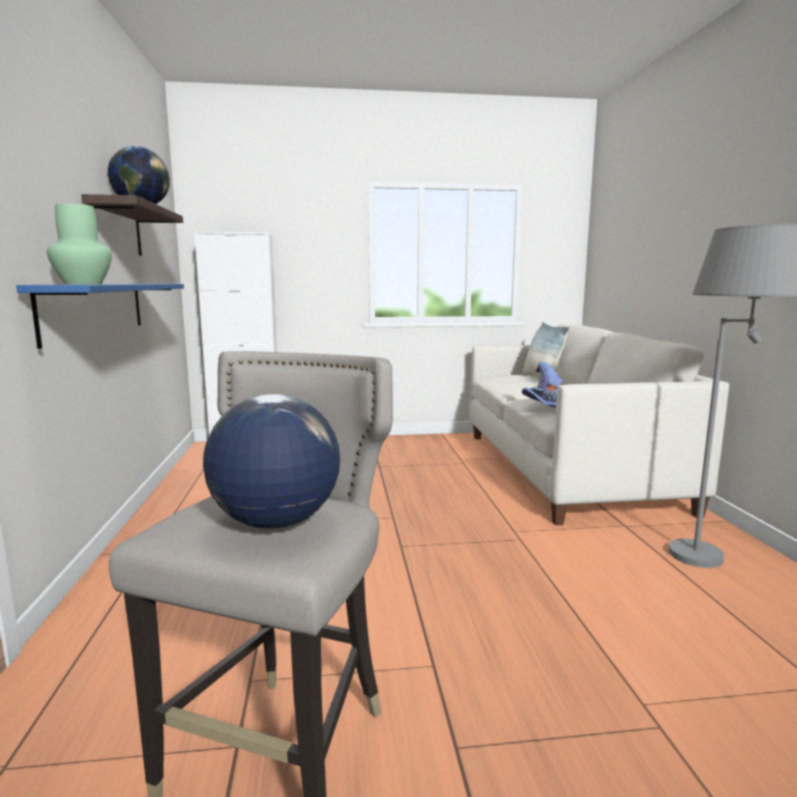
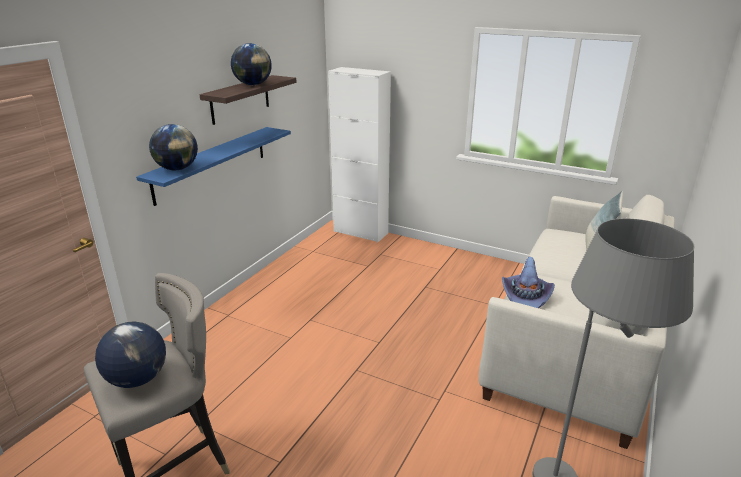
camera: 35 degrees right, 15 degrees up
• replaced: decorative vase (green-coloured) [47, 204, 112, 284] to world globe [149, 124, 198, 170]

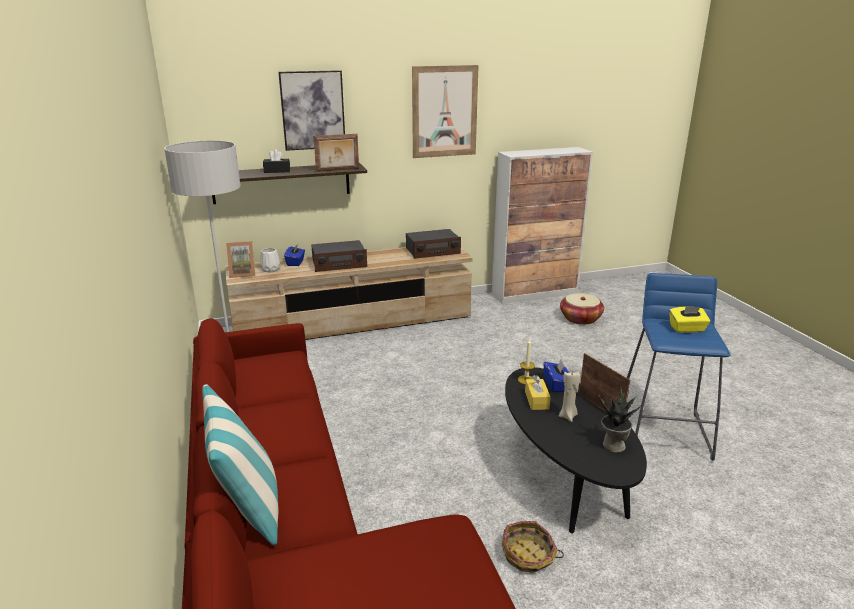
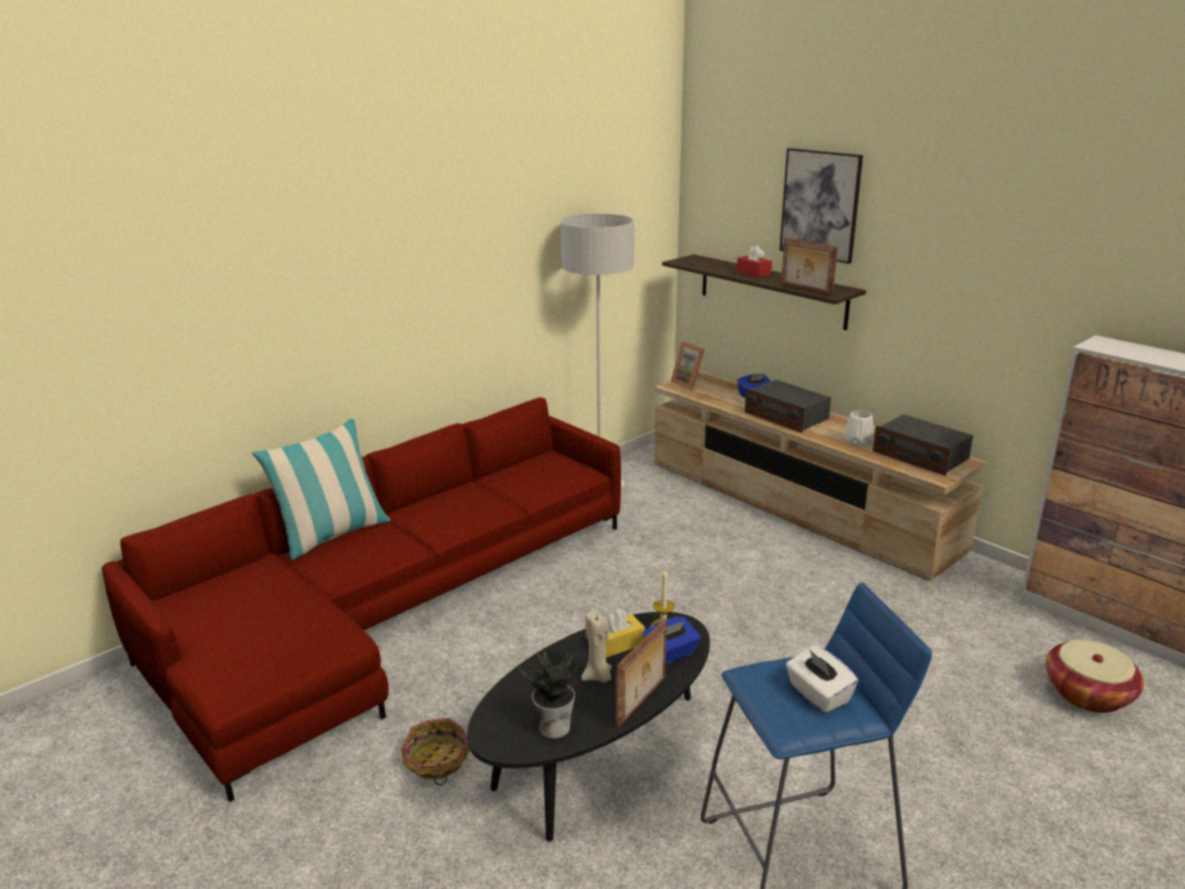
camera: 65 degrees right, 0 degrees up
• removed: wall picture [412, 65, 479, 158]
• recoloured: box of tissues (black-coloured) [263, 149, 290, 173] to box of tissues (red) [737, 245, 772, 278]
• moved: decorative vase (white) [260, 248, 281, 273] to [844, 411, 874, 447]
• recoloured: box of tissues (yellowish) [669, 306, 710, 333] to box of tissues (white) [786, 645, 858, 713]

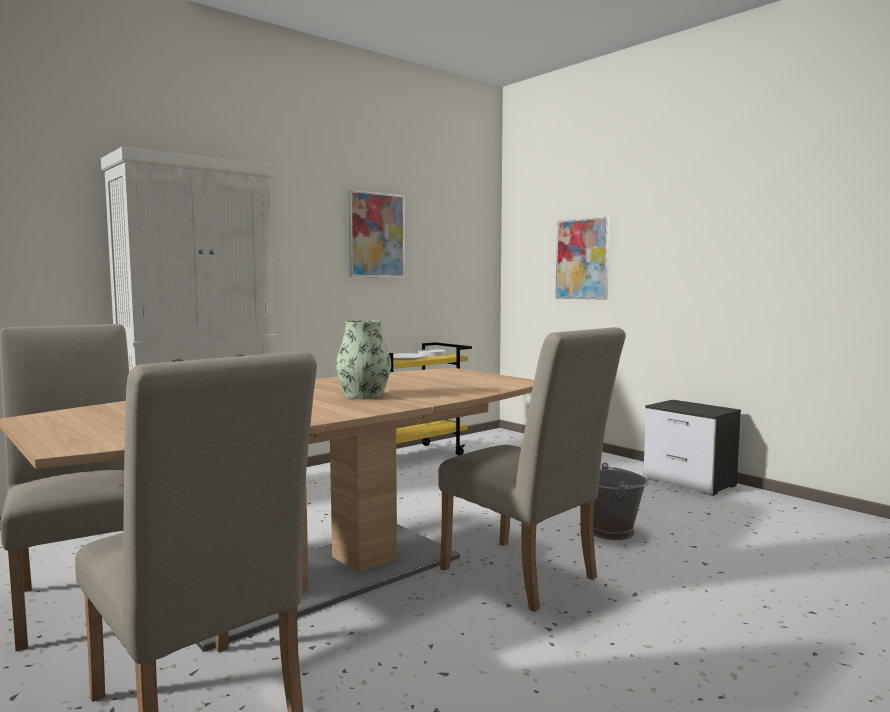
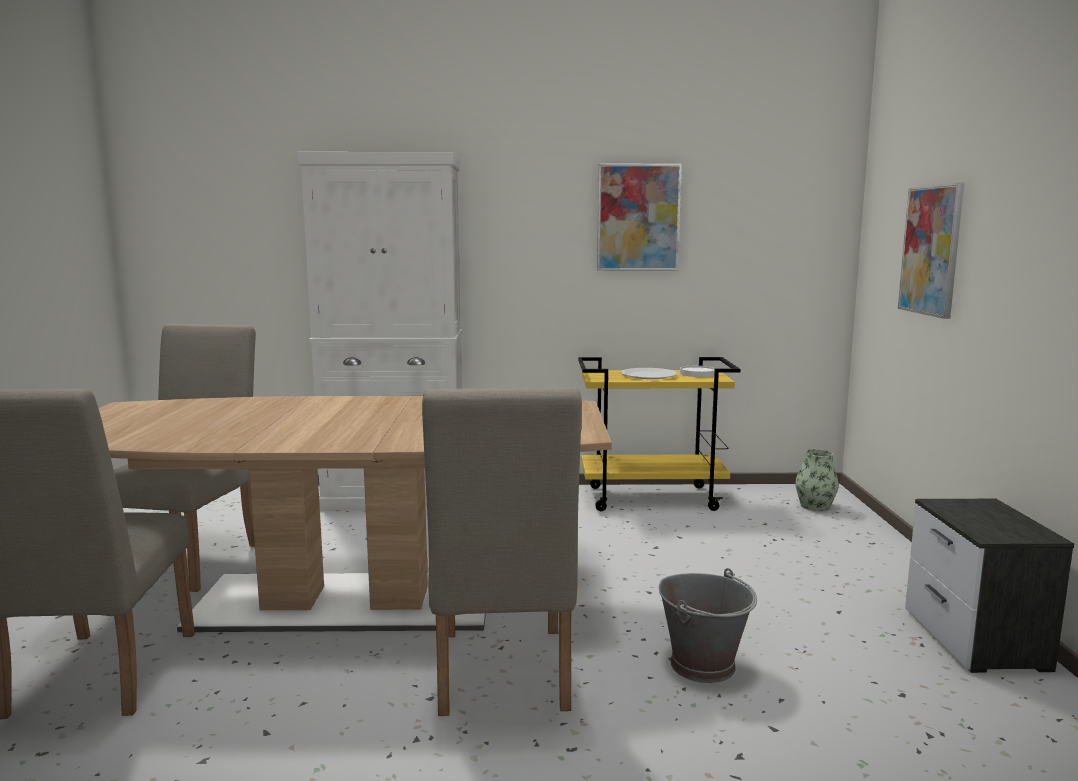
camera: 40 degrees right, 5 degrees up
• moved: decorative vase [336, 320, 391, 399] to [795, 449, 839, 511]

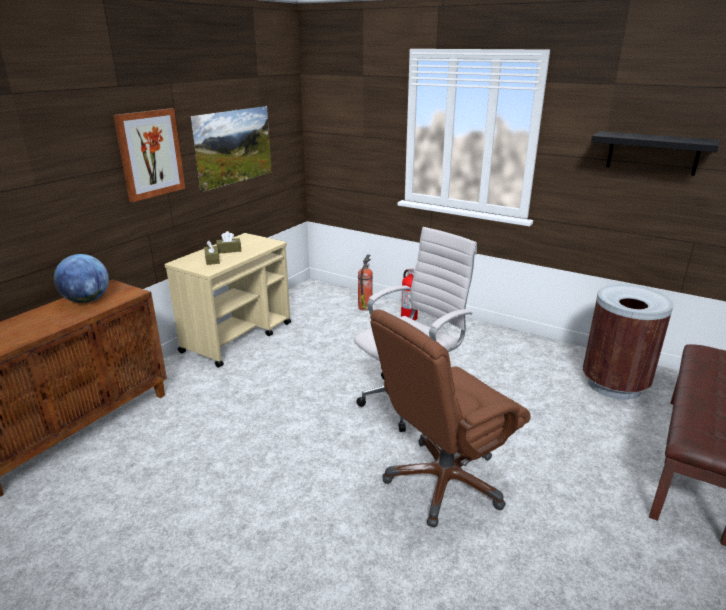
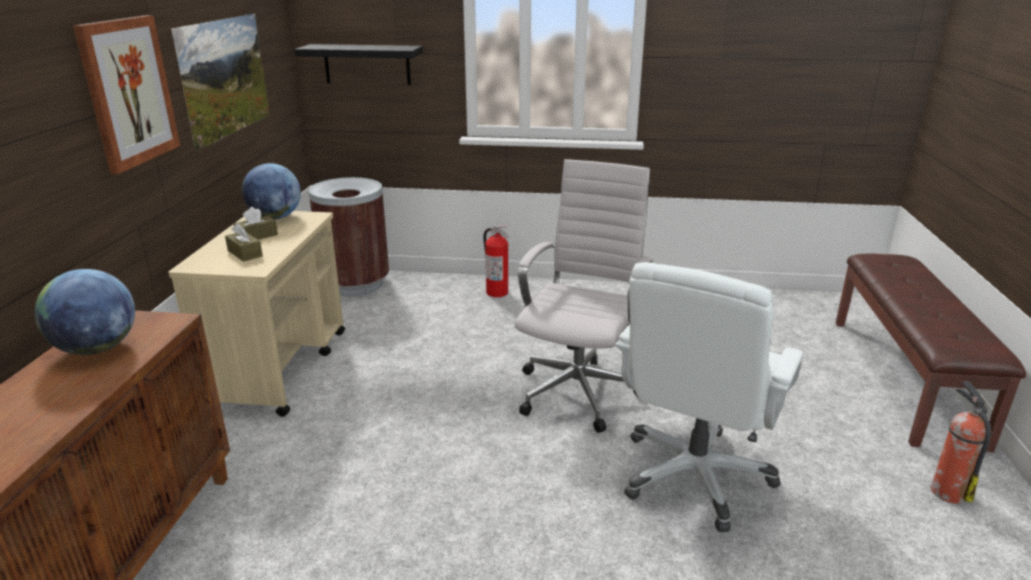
camera: 25 degrees left, 0 degrees up
• moved: bracket shelf (black-coloured) [591, 131, 720, 176] to [294, 44, 423, 85]
• moved: fire-fighting cylinder [358, 254, 373, 311] to [931, 381, 991, 504]
• moved: rubbish bin (brownish) [583, 285, 674, 400] to [309, 177, 389, 296]
• recoloured: computer chair (brownish) [370, 310, 531, 527] to computer chair (white) [615, 262, 804, 532]
• added: world globe [242, 163, 301, 219]

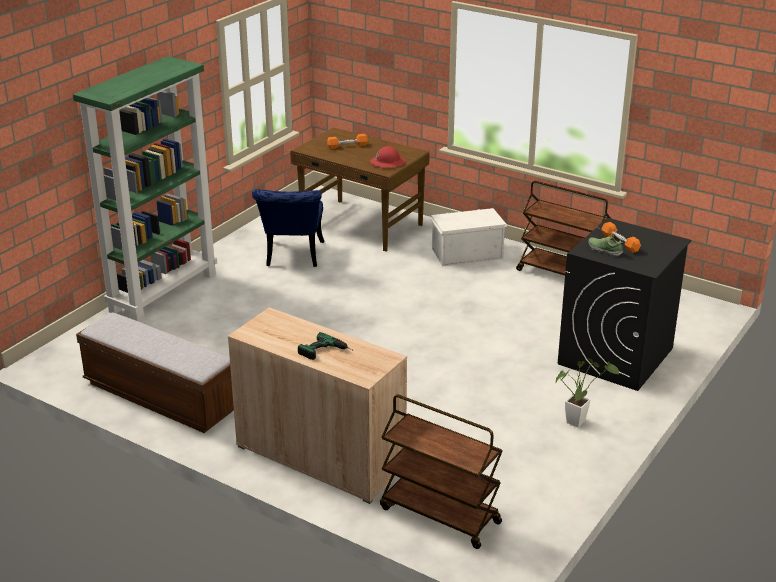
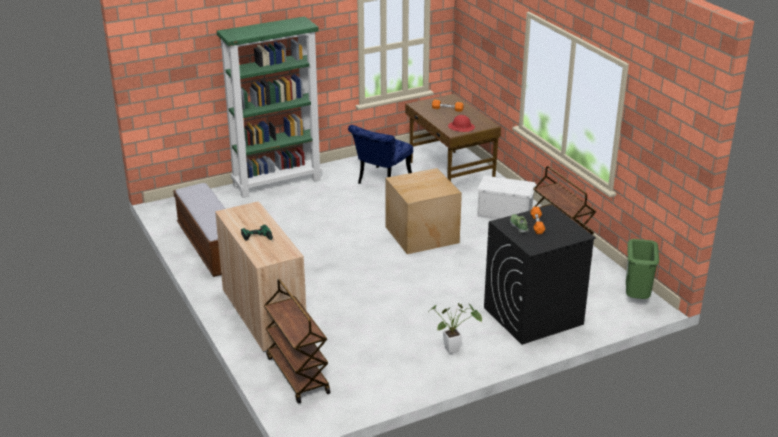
camera: 30 degrees right, 0 degrees up
• added: cardboard box [385, 168, 462, 254]
• added: rubbish bin (green-coloured) [626, 239, 659, 299]

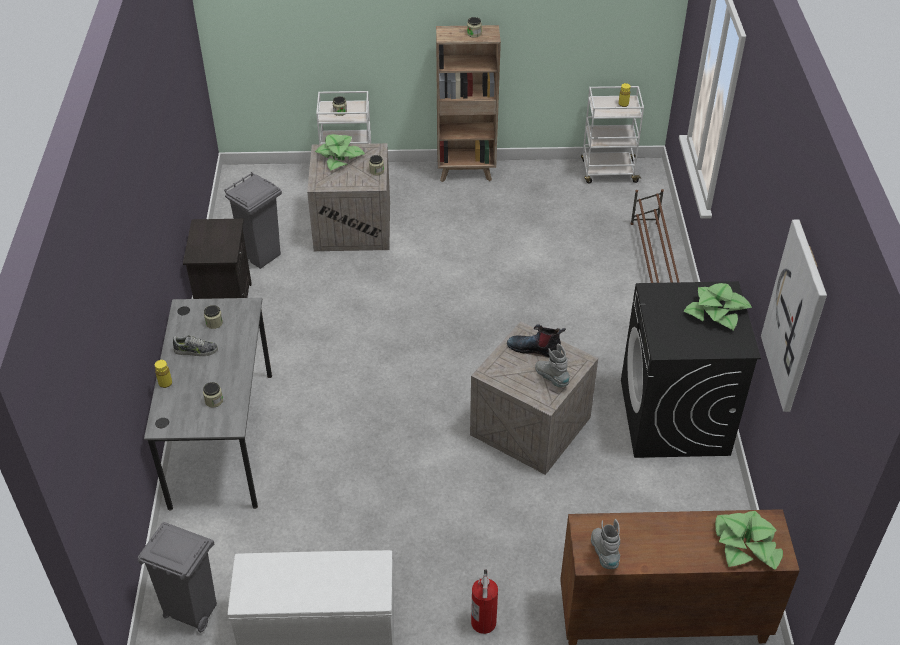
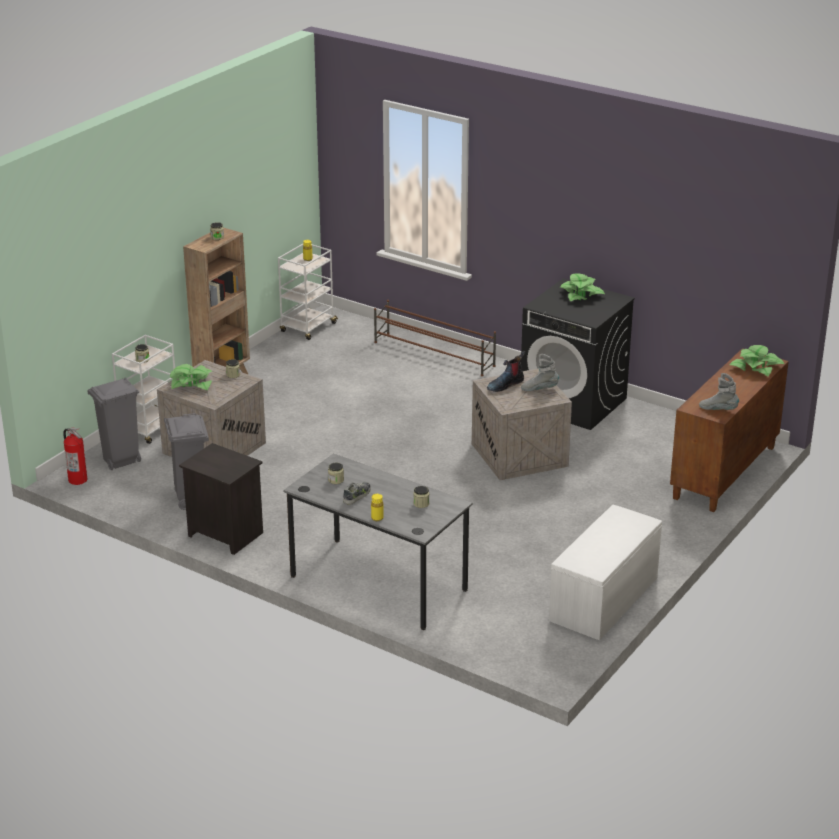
camera: 55 degrees left, 15 degrees down
• removed: wall picture [761, 219, 827, 412]
• moved: rubbish bin (gray) [138, 522, 217, 633] to [87, 378, 141, 470]
• moved: fire-fighting cylinder [471, 569, 498, 634] to [63, 428, 87, 485]

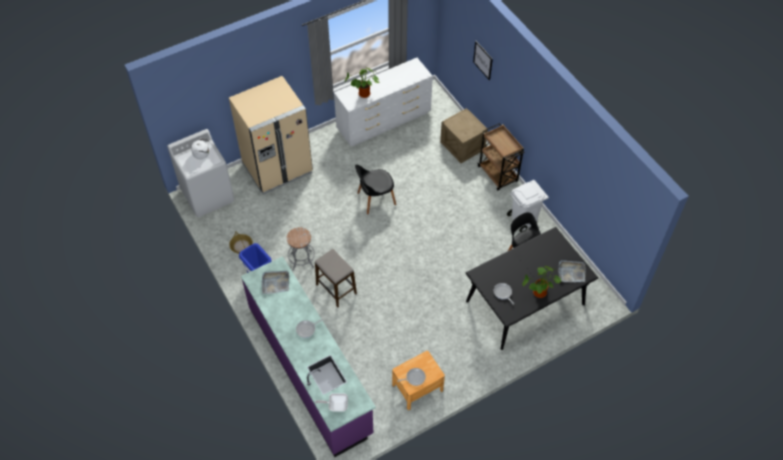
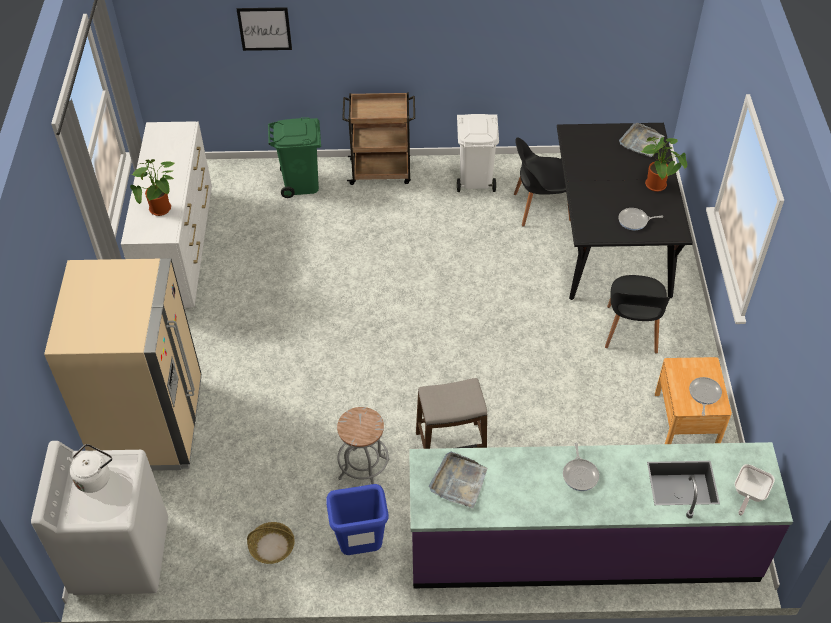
camera: 60 degrees left, 5 degrees down
• replaced: shipping crate [440, 108, 488, 163] to rubbish bin (green-coloured) [268, 117, 321, 198]
• moved: chair (black-coloured) [355, 165, 396, 214] to [605, 275, 670, 354]

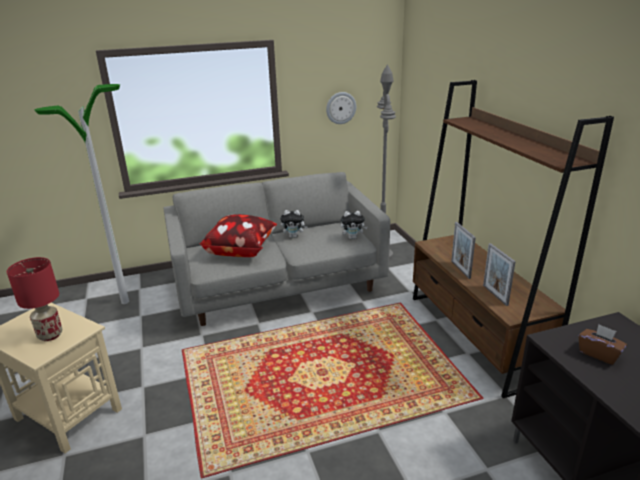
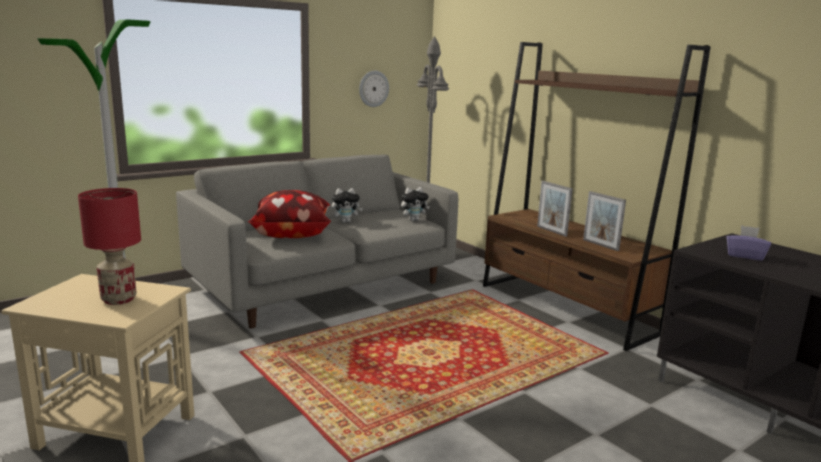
camera: 20 degrees left, 10 degrees down
• recoloured: box of tissues (brownish) [579, 324, 627, 365] to box of tissues (purplish) [726, 225, 771, 260]

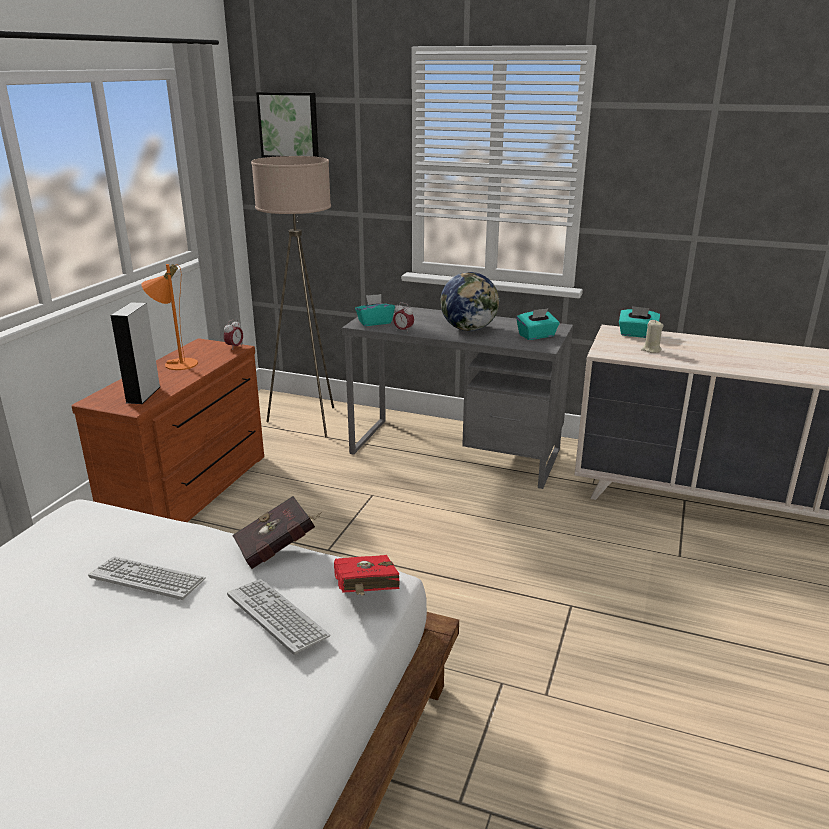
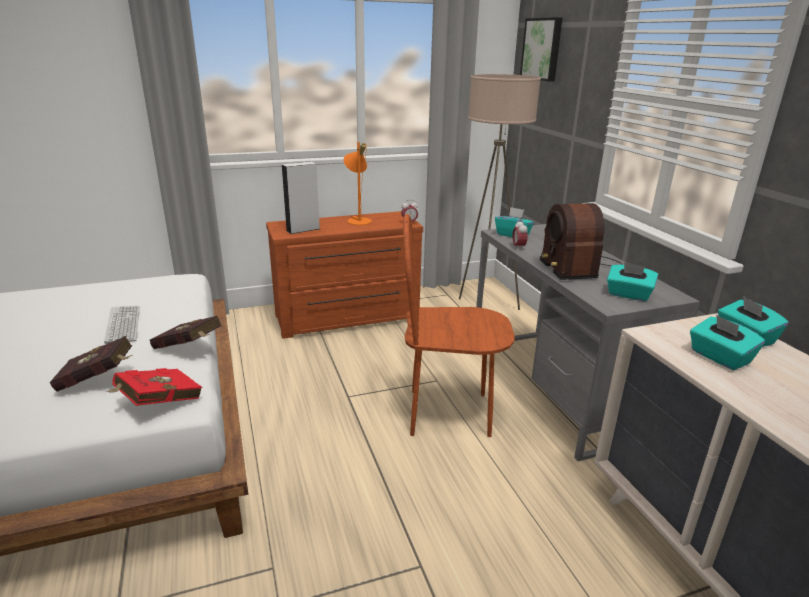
camera: 50 degrees right, 0 degrees up
• replaced: world globe [440, 272, 500, 331] to radio receiver [540, 203, 622, 280]
• replaced: candle (beige) [641, 320, 664, 353] to box of tissues (turquoise-coloured) [690, 314, 765, 370]
• replaced: keyboard [227, 579, 331, 655] to volume (red) [49, 336, 133, 392]
• added: chair (brownish) [403, 214, 515, 437]

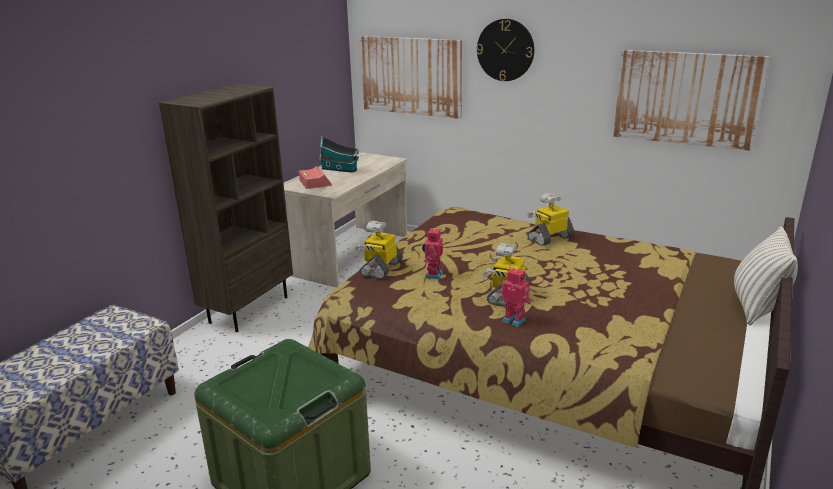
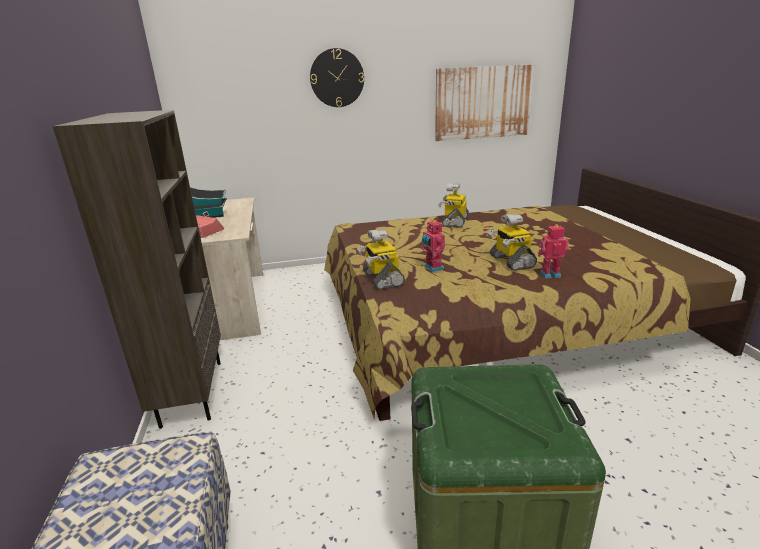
camera: 40 degrees left, 0 degrees up
• removed: wall picture [360, 36, 462, 119]
• removed: throw pillow [734, 226, 798, 325]

